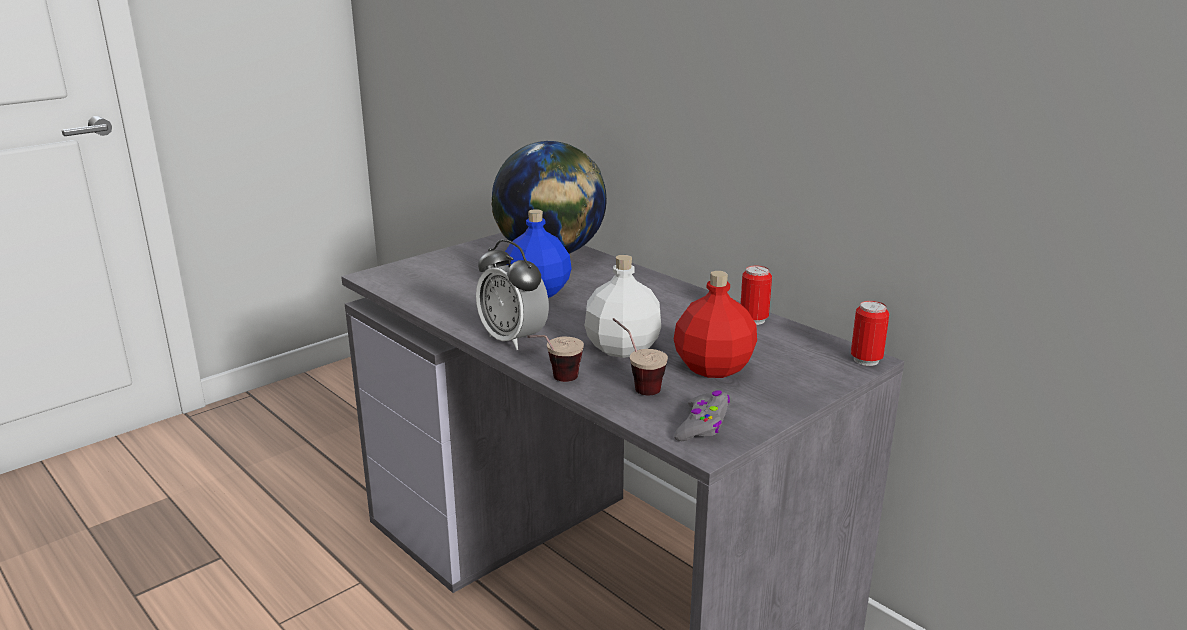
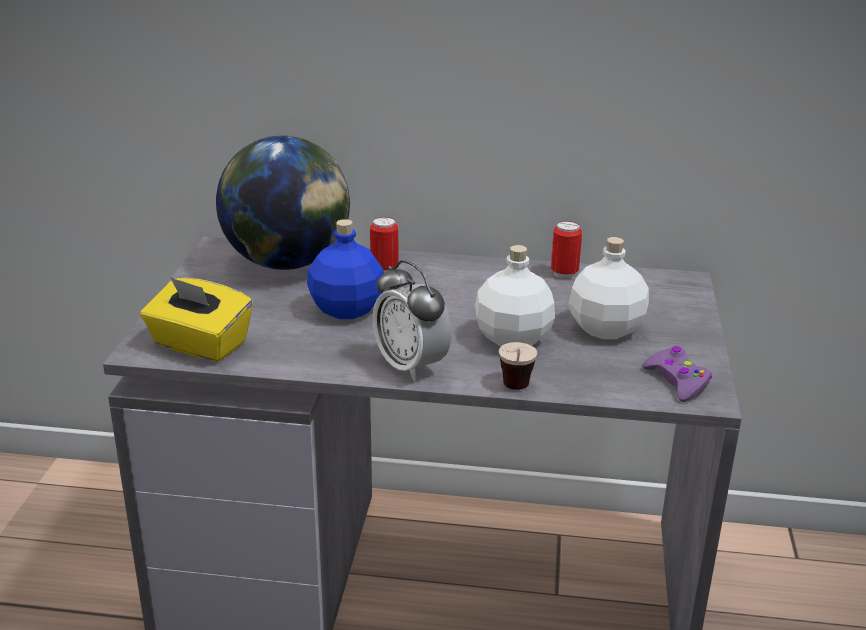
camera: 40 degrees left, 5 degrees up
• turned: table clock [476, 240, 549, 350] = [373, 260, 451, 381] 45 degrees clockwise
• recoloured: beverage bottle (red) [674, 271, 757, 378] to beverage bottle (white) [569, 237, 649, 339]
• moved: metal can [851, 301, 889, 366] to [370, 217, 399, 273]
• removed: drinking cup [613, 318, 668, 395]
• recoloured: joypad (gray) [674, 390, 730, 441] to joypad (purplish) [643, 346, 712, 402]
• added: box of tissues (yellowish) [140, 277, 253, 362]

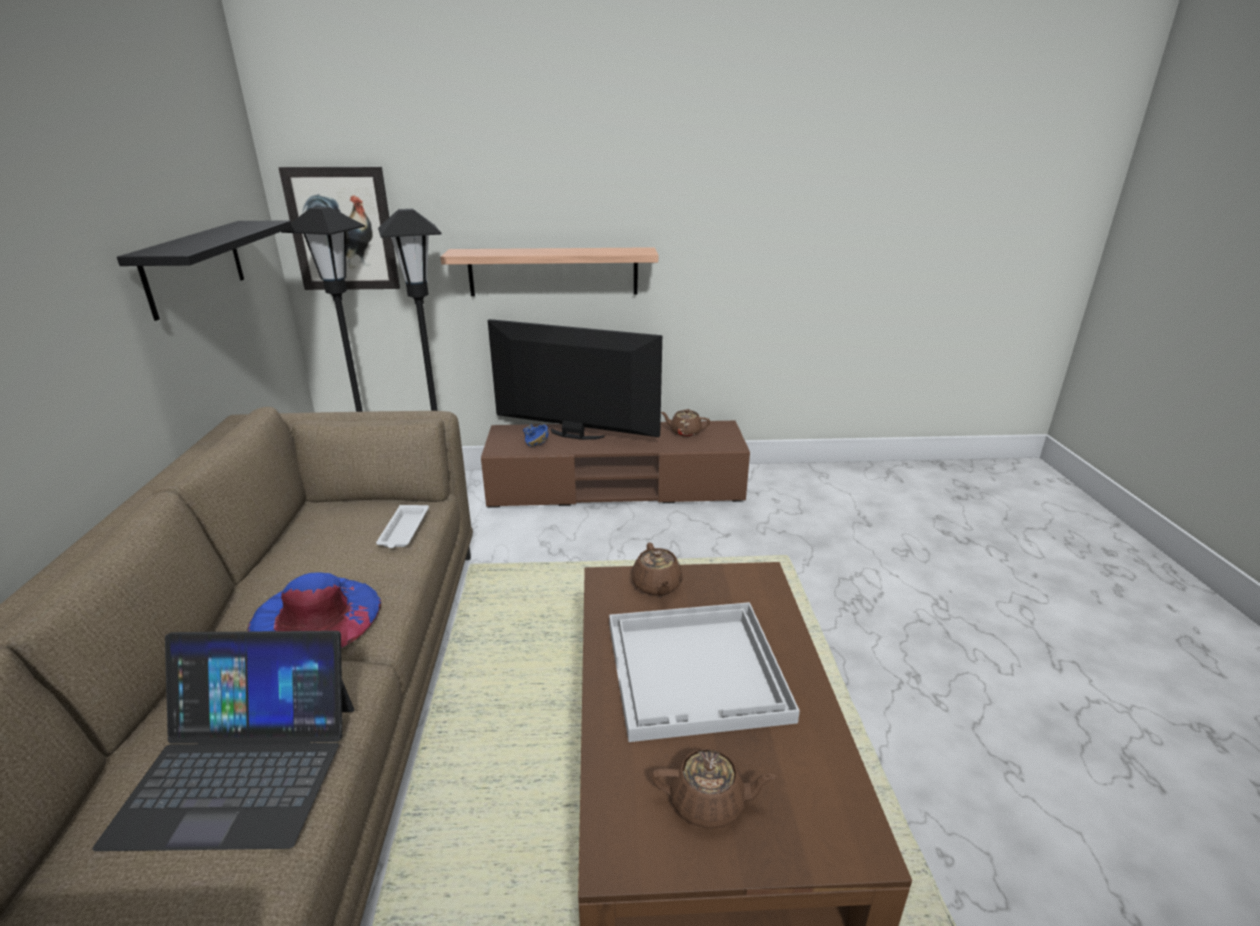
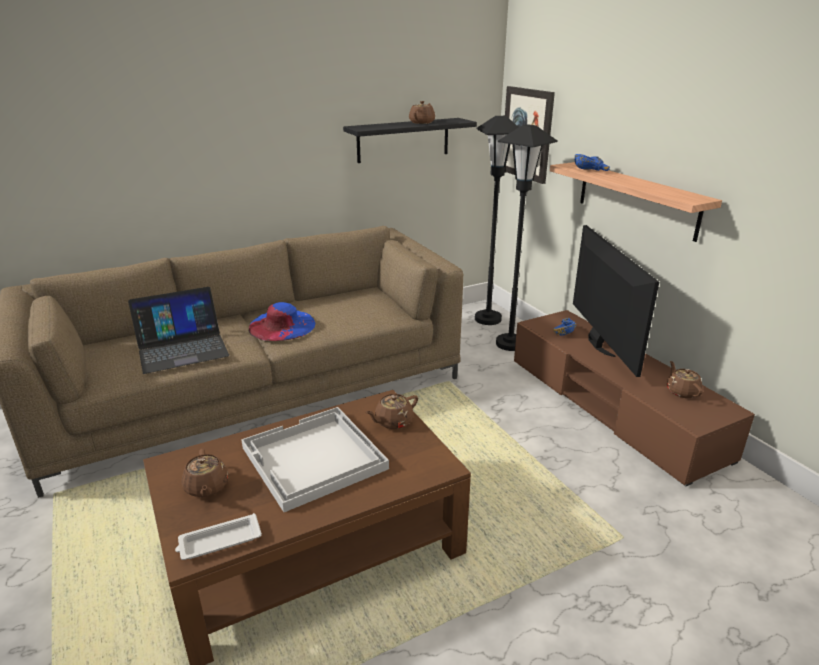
camera: 65 degrees right, 0 degrees up
• moved: carrying tray (white) [376, 505, 429, 548] to [175, 513, 262, 560]
• turned: notebook computer [92, 631, 354, 851] = [128, 287, 229, 374] 90 degrees counterclockwise
• added: tea pot (brownish) [409, 101, 435, 124]
• added: bowl (bluish) [575, 154, 610, 171]

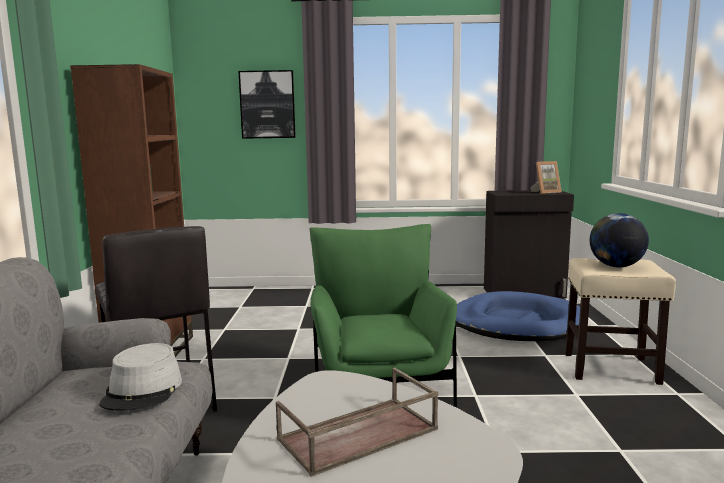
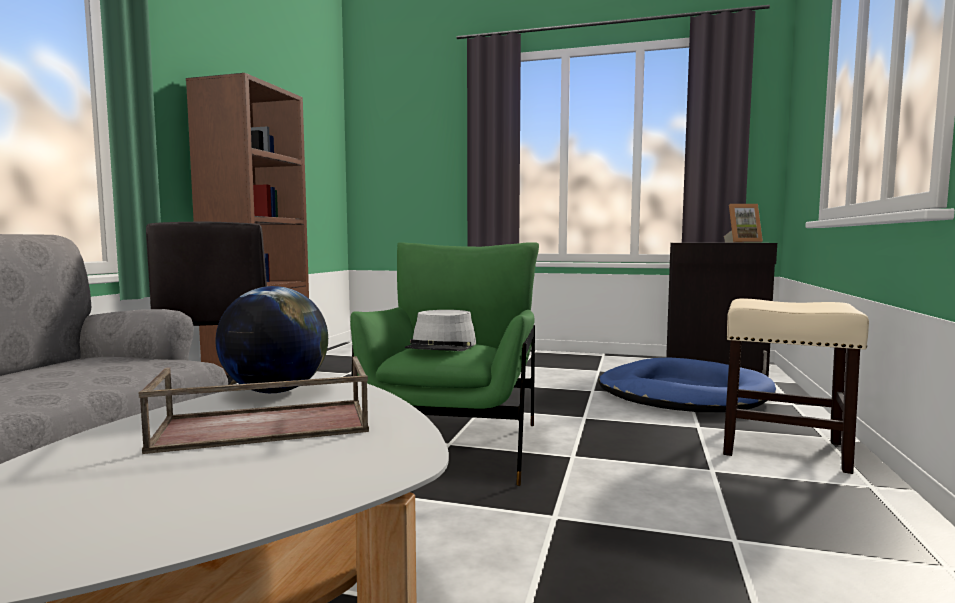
camera: 15 degrees right, 5 degrees down
• removed: wall picture [238, 70, 296, 139]
• moved: world globe [590, 213, 649, 267] to [216, 286, 328, 393]
• moved: clothing hat (gray) [99, 343, 182, 411] to [405, 310, 476, 351]

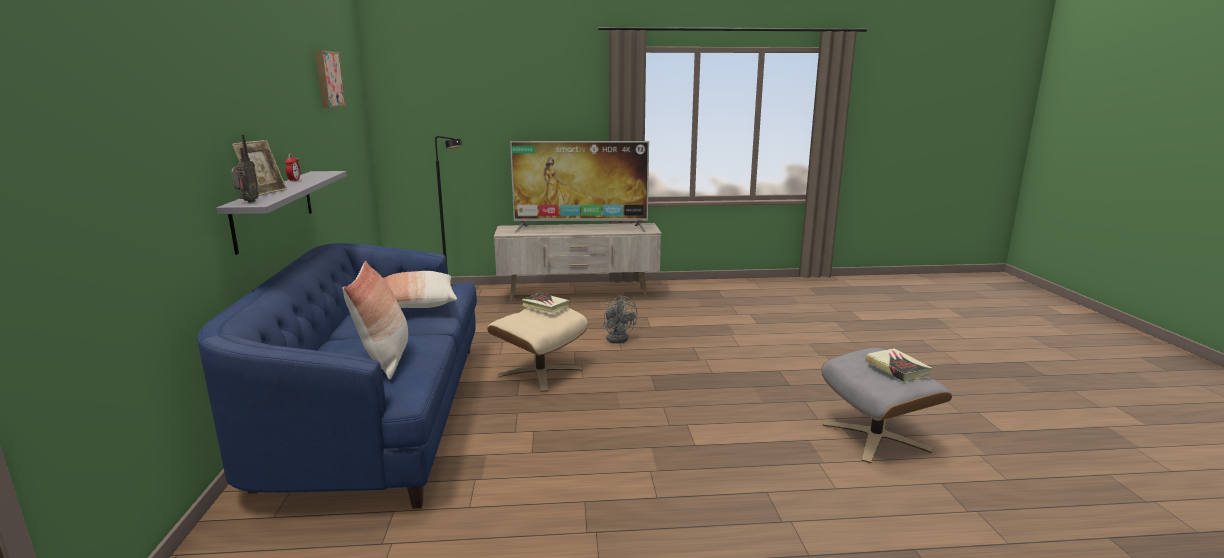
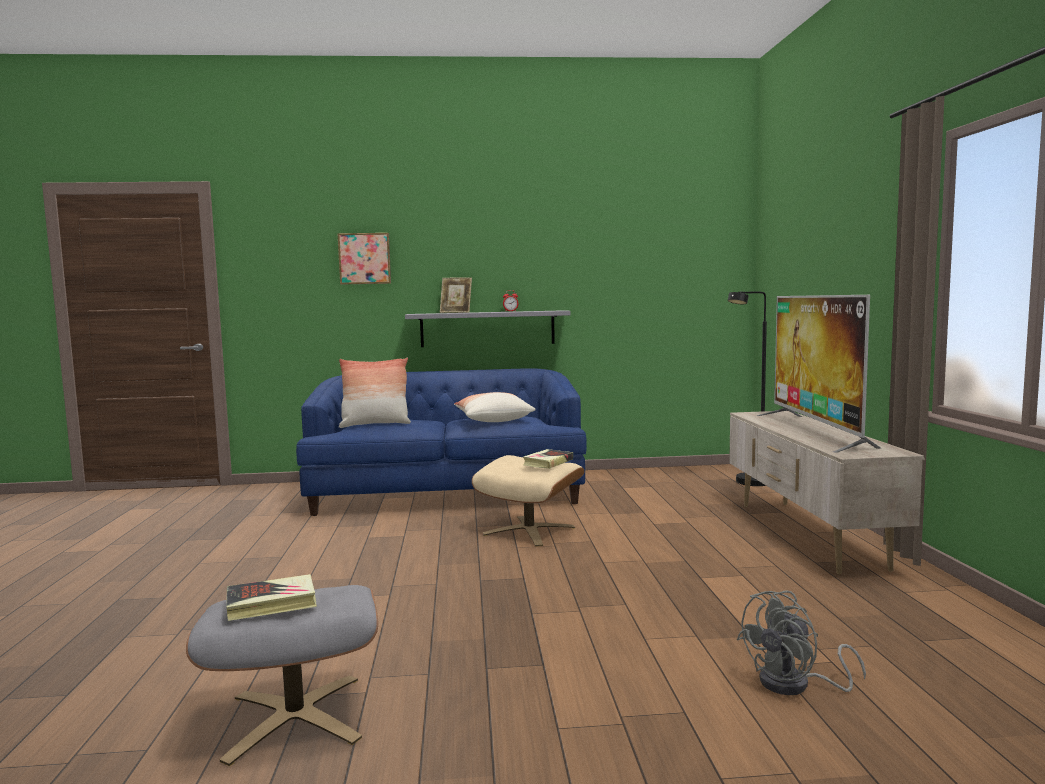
camera: 90 degrees right, 10 degrees down
• moved: wall picture [315, 50, 346, 108] to [337, 233, 391, 285]
• removed: radio receiver [231, 134, 259, 202]
• moved: electric fan (gray) [603, 295, 637, 343] to [737, 591, 866, 695]

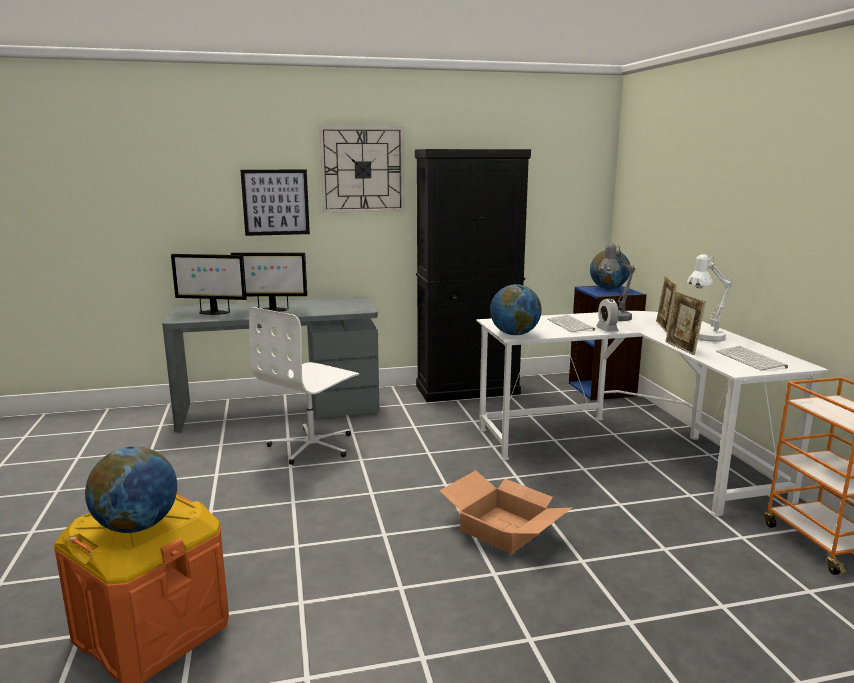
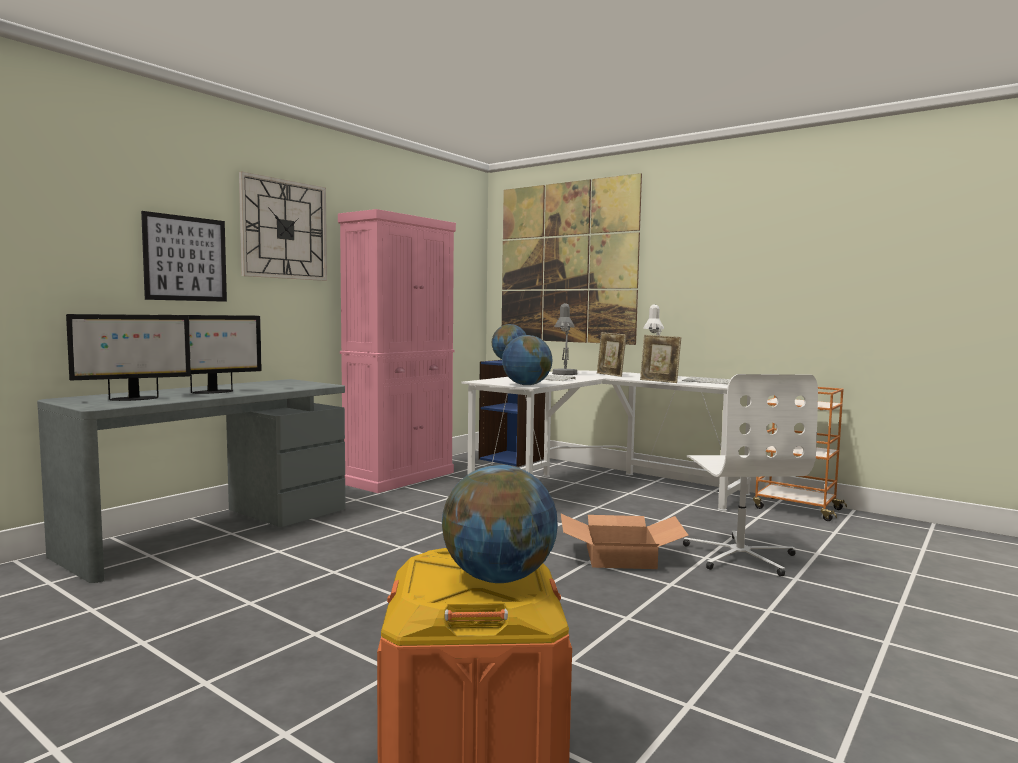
camera: 40 degrees left, 10 degrees down
• recoloured: cupboard (black-coloured) [415, 149, 531, 402] to cupboard (pink-coloured) [338, 209, 456, 493]
• removed: table clock [596, 299, 619, 332]
• moved: computer chair (white) [249, 307, 359, 465] to [683, 374, 818, 577]
• added: wall picture [502, 173, 642, 345]

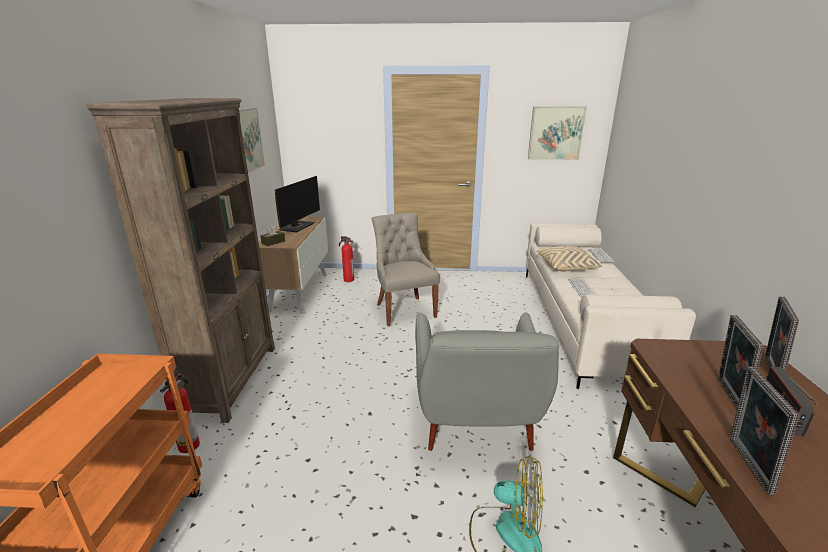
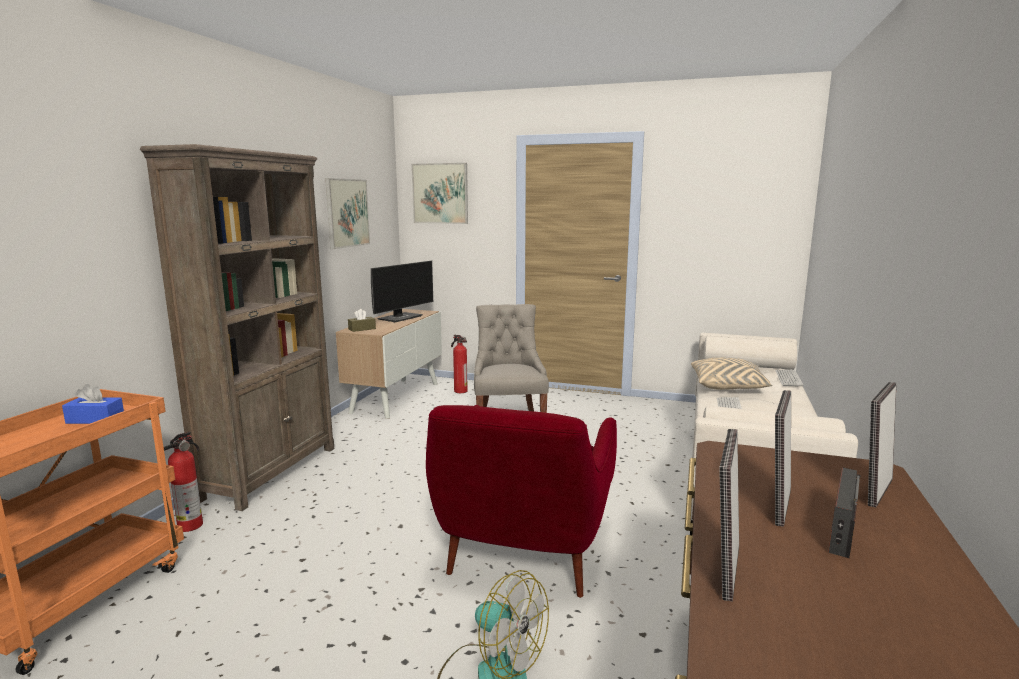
camera: 15 degrees right, 10 degrees down
• moved: wall picture [528, 106, 587, 160] to [411, 163, 468, 224]
• recoloured: lounge chair (gray) [415, 313, 559, 451] to lounge chair (red) [426, 405, 617, 598]
• added: box of tissues (bluish) [62, 384, 124, 424]

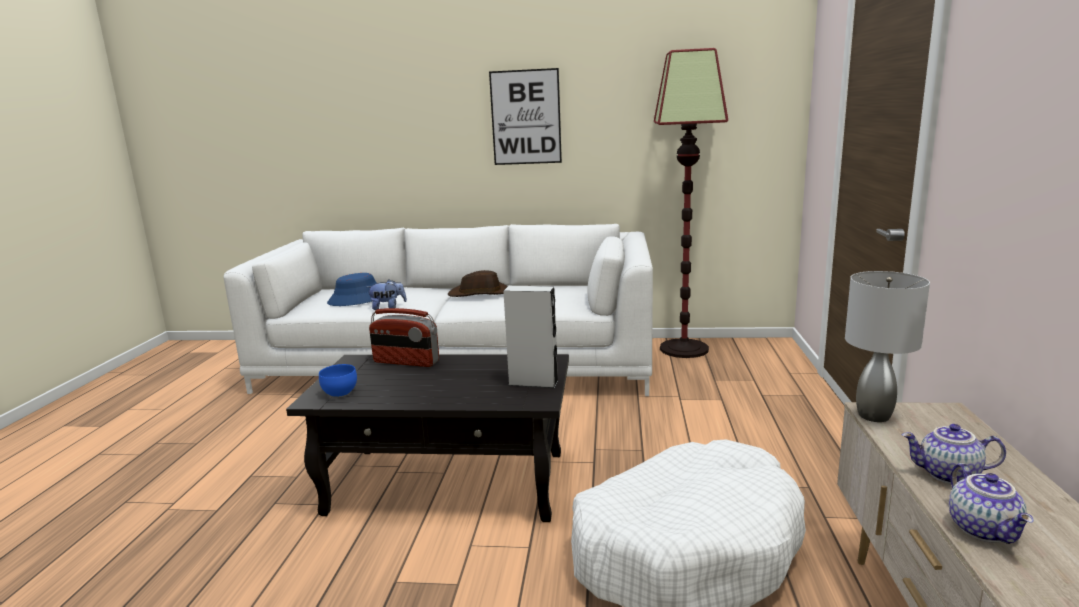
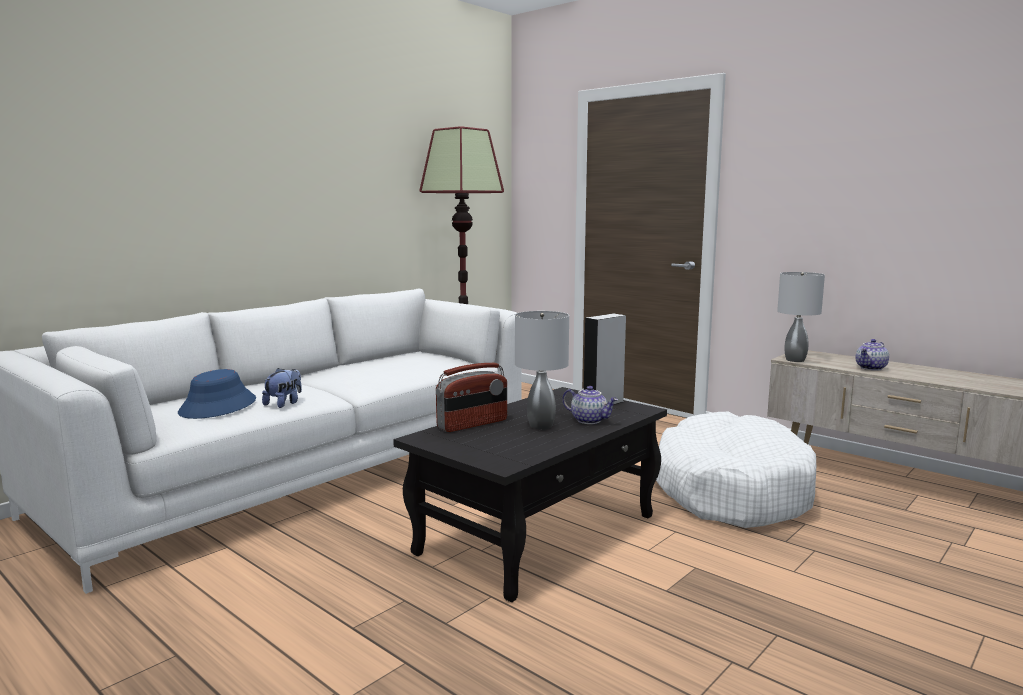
camera: 55 degrees left, 5 degrees down
• removed: wall picture [489, 68, 562, 165]
• removed: clothing hat (brownish) [448, 270, 508, 297]
• removed: bowl (bluish) [319, 364, 357, 397]
• moved: tea pot [949, 463, 1033, 544] to [562, 386, 618, 424]
• added: tabletop lamp (gray) [515, 311, 569, 429]

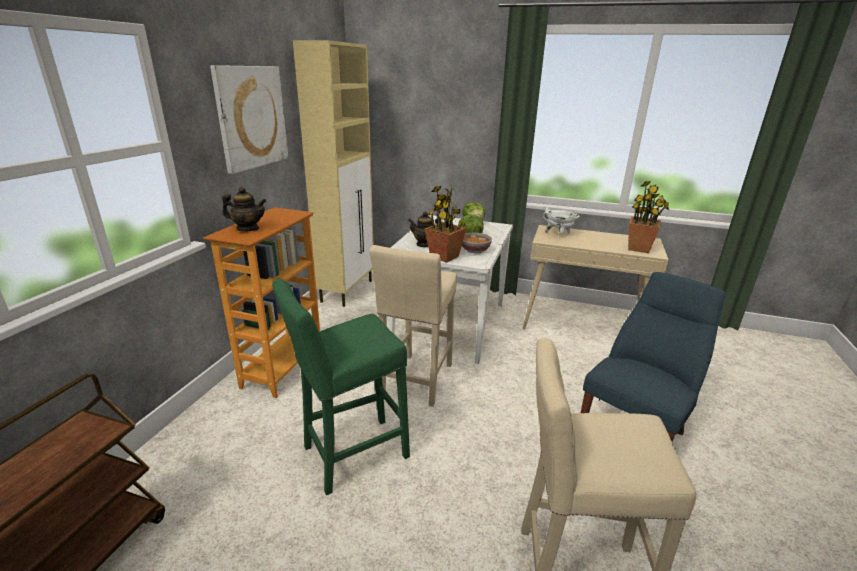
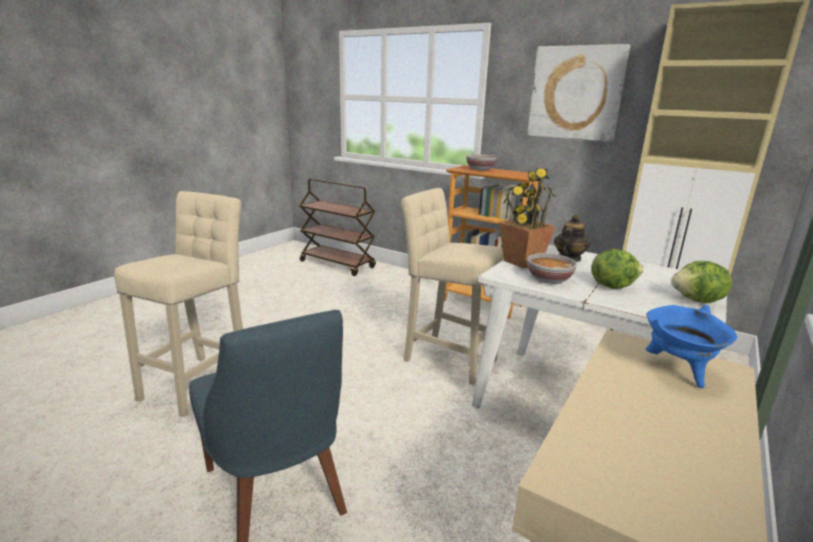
camera: 105 degrees right, 5 degrees down
• removed: potted plant [628, 181, 669, 253]
• replaced: tea pot [222, 187, 266, 231] to bowl [466, 154, 497, 170]
• recoloured: cooking pot (white) [543, 208, 580, 233] to cooking pot (bluish) [646, 305, 737, 388]
• removed: sitting stool (green-coloured) [272, 279, 410, 495]

